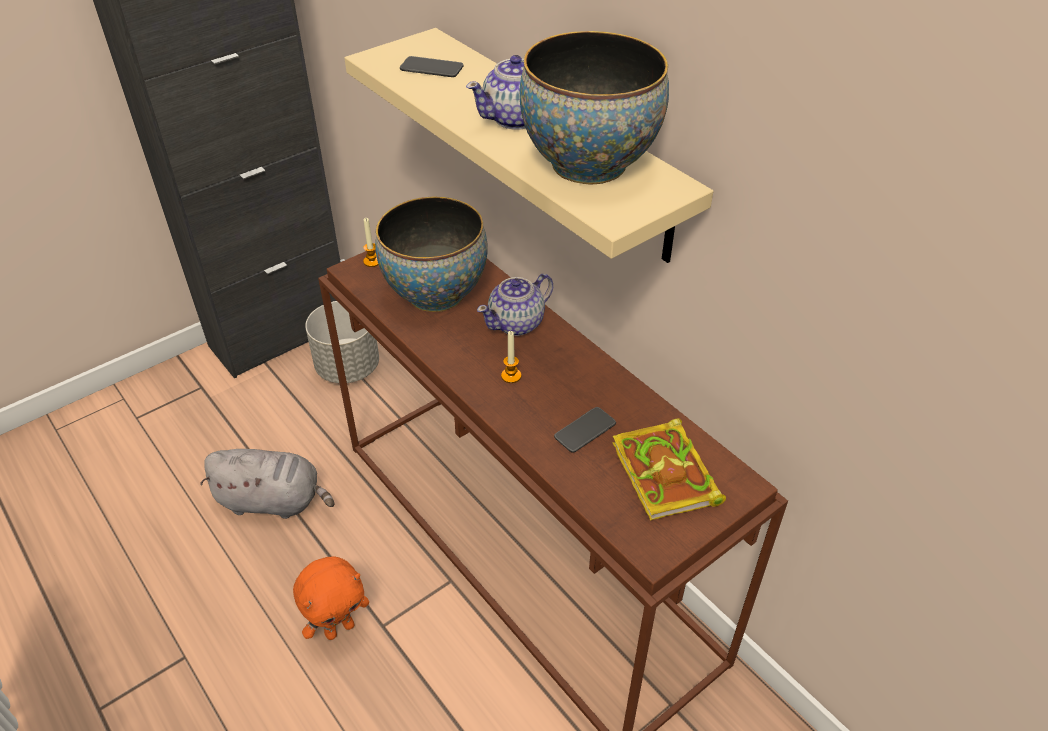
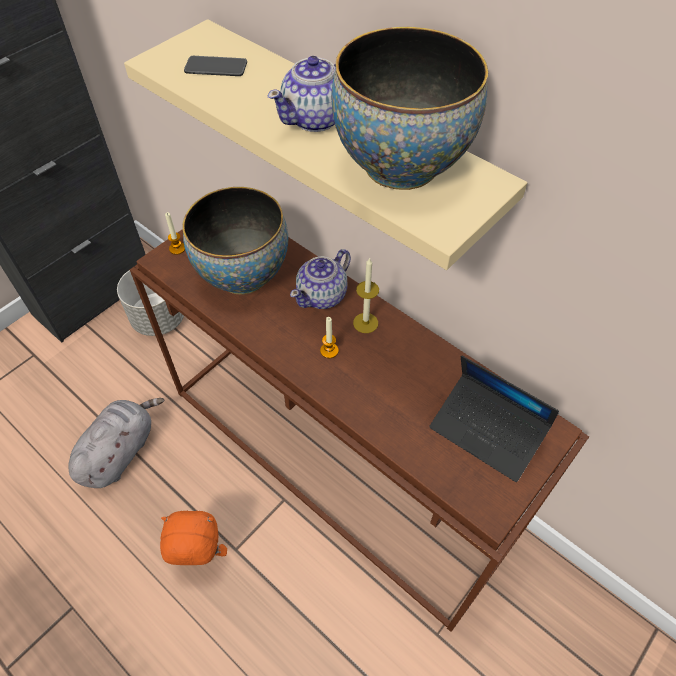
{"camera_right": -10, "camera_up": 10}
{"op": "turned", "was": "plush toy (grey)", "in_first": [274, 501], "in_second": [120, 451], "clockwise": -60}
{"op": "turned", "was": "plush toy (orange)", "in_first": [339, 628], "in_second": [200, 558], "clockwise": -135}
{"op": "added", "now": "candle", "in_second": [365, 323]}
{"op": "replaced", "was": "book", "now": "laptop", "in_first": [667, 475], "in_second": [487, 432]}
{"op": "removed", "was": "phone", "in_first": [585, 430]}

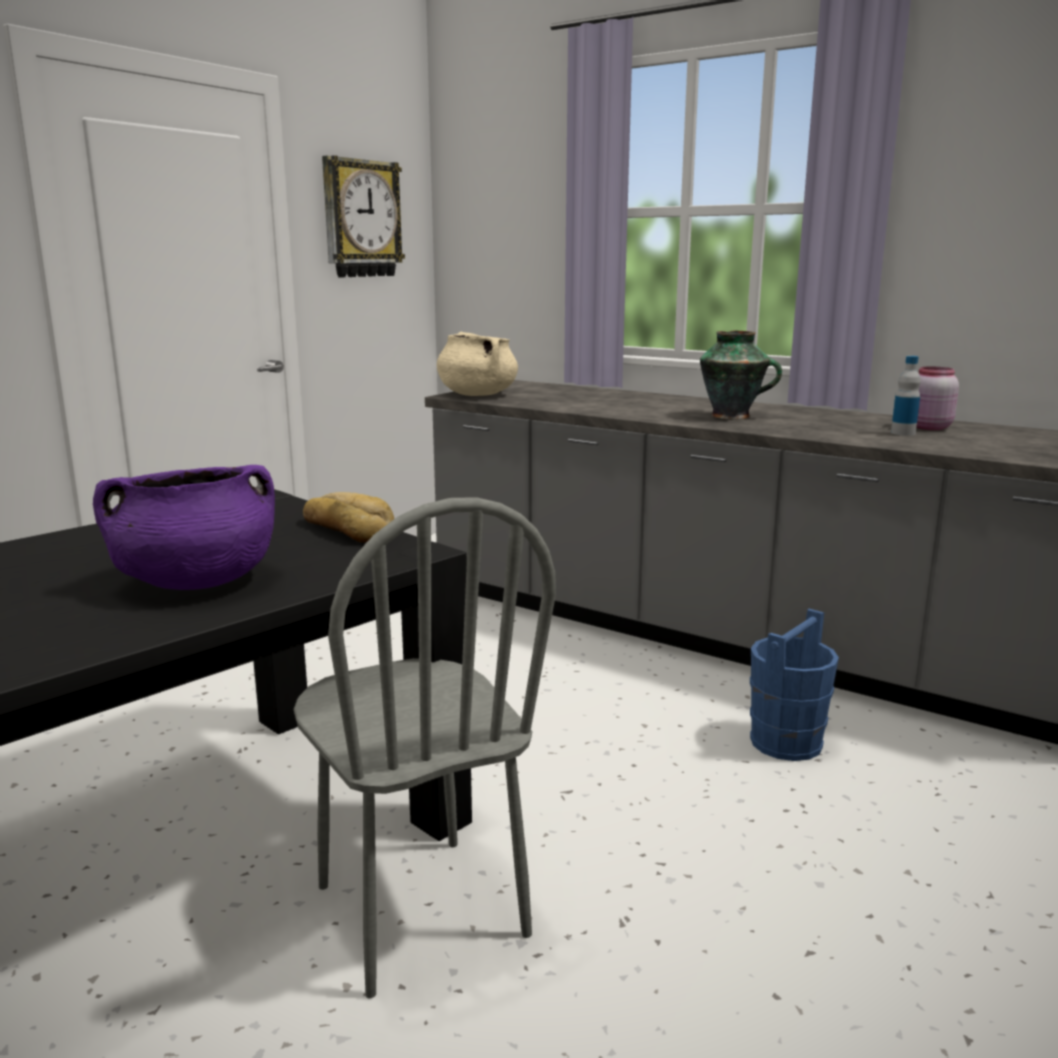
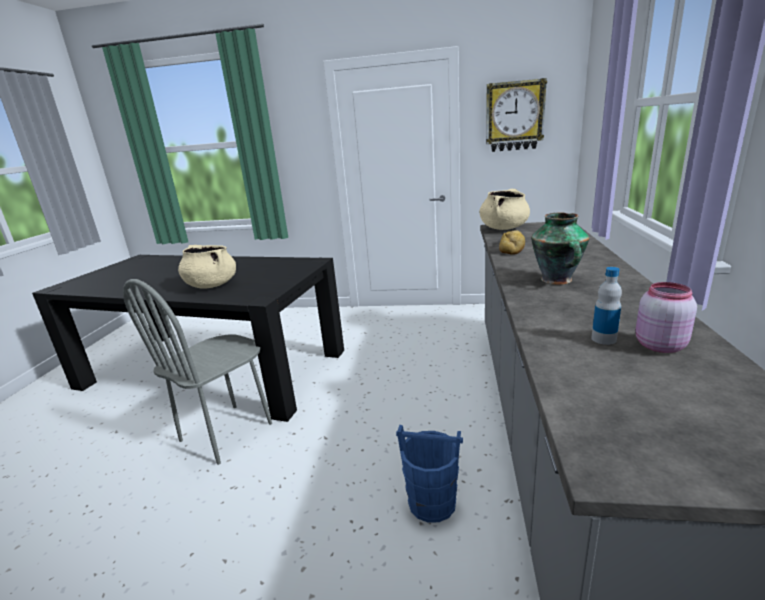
{"camera_right": 65, "camera_up": 5}
{"op": "recoloured", "was": "cooking pot (purple)", "now": "cooking pot (beige)", "in_first": [197, 582], "in_second": [211, 285]}
{"op": "moved", "was": "bread", "in_first": [350, 529], "in_second": [513, 247]}

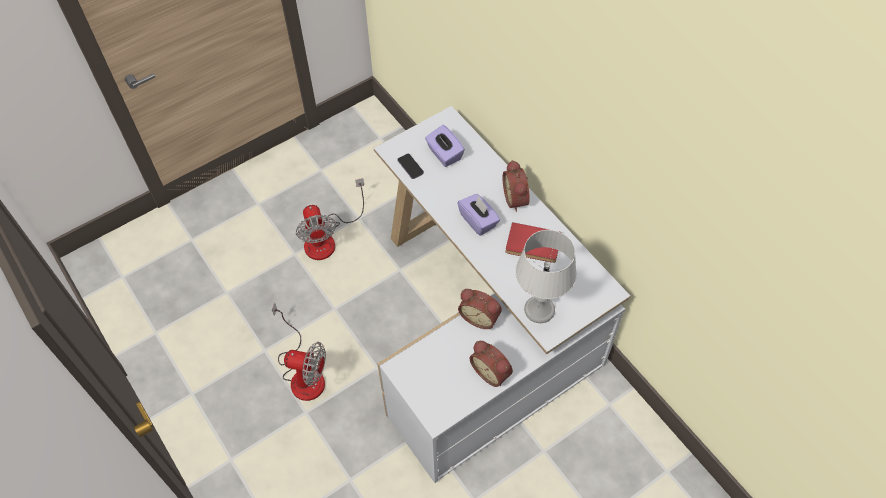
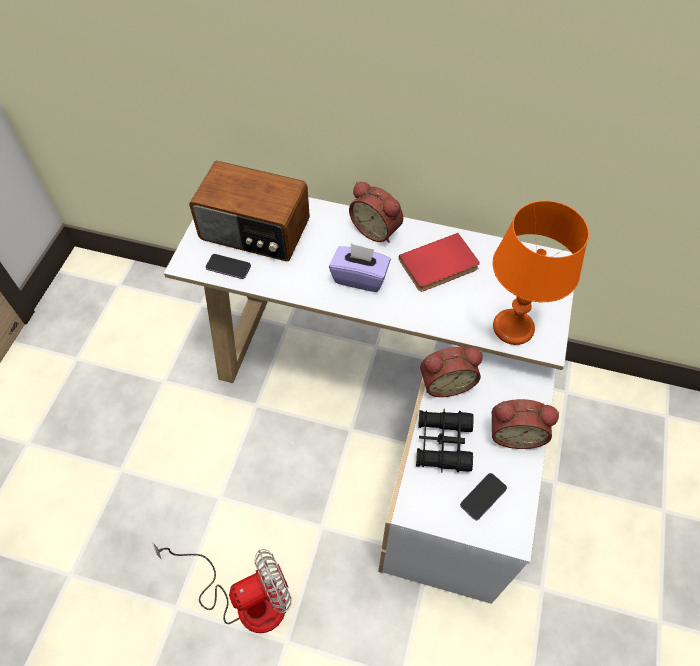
{"camera_right": -40, "camera_up": 0}
{"op": "replaced", "was": "tissue box (purple)", "now": "radio", "in_first": [444, 154], "in_second": [255, 231]}
{"op": "added", "now": "binoculars (black)", "in_second": [443, 444]}
{"op": "added", "now": "phone", "in_second": [483, 497]}
{"op": "recoloured", "was": "table lamp (grey)", "now": "table lamp (orange)", "in_first": [539, 310], "in_second": [513, 327]}
{"op": "removed", "was": "fan", "in_first": [327, 238]}

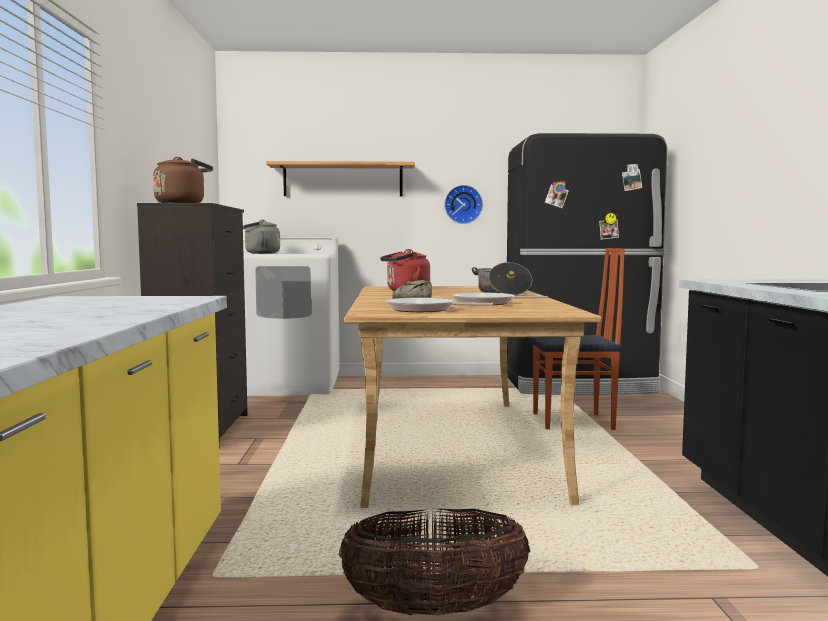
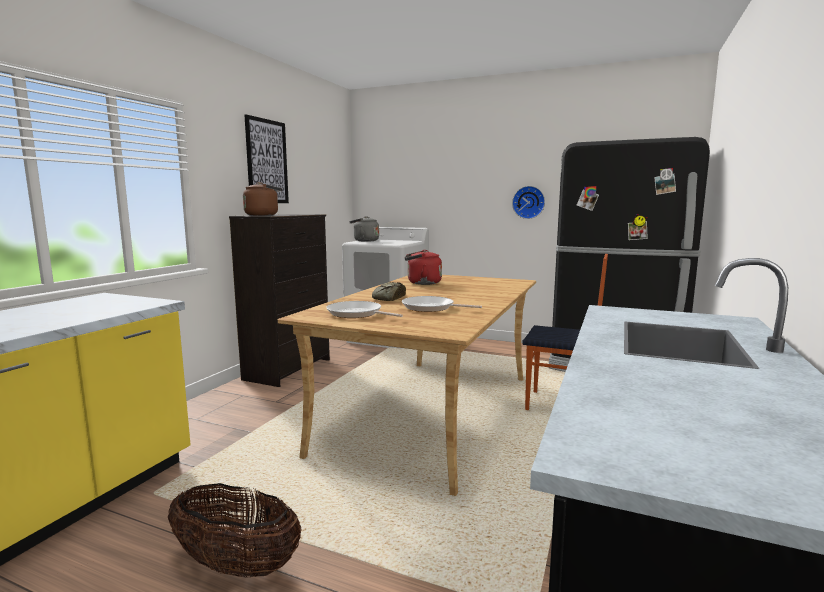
{"camera_right": 25, "camera_up": 5}
{"op": "added", "now": "picture", "in_second": [267, 161]}
{"op": "removed", "was": "shelf", "in_first": [343, 180]}
{"op": "removed", "was": "cooking pot", "in_first": [502, 292]}

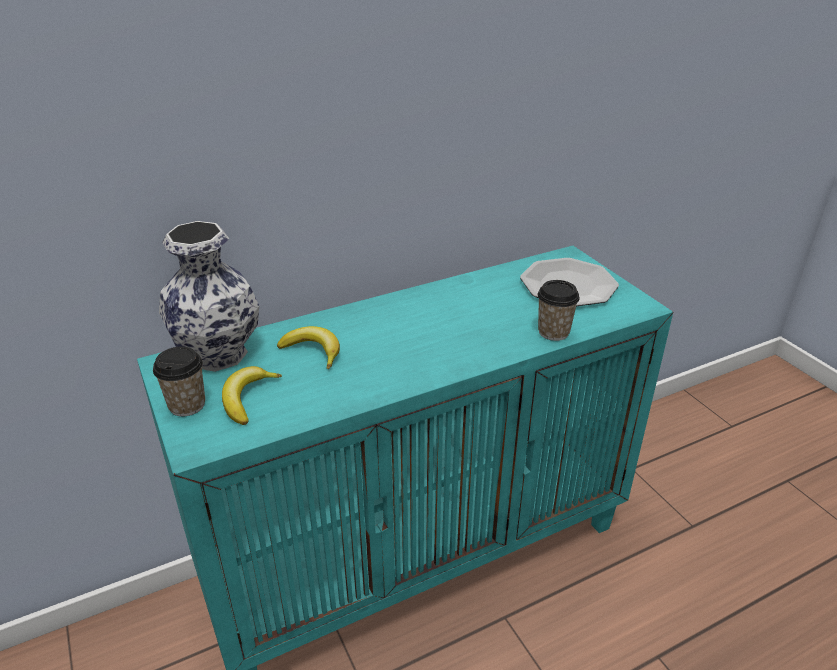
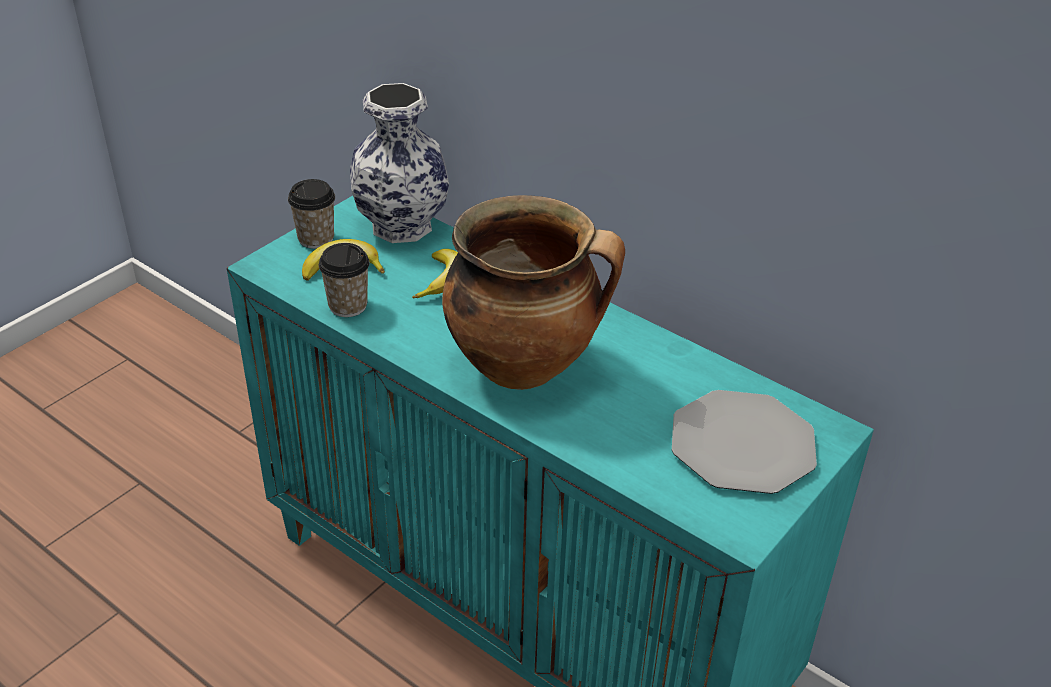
{"camera_right": 65, "camera_up": 5}
{"op": "moved", "was": "cup", "in_first": [553, 332], "in_second": [348, 306]}
{"op": "added", "now": "cooking pot", "in_second": [526, 365]}

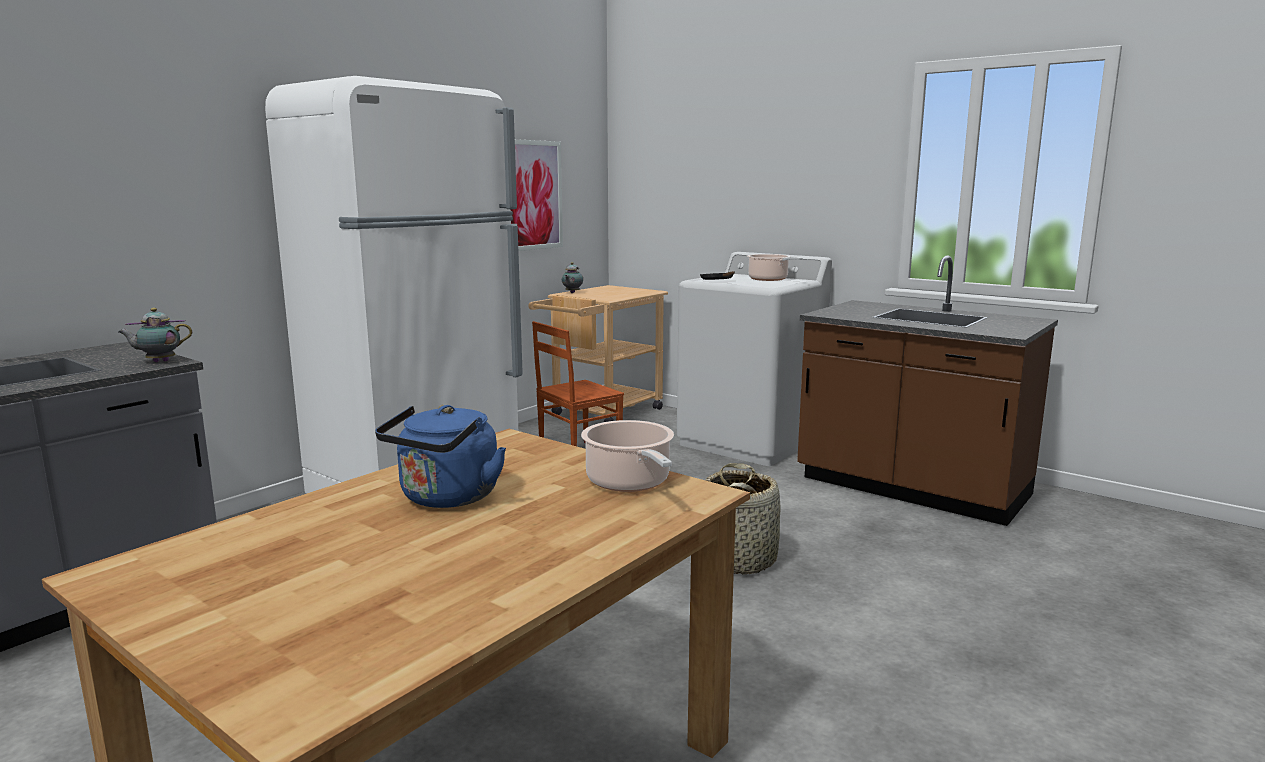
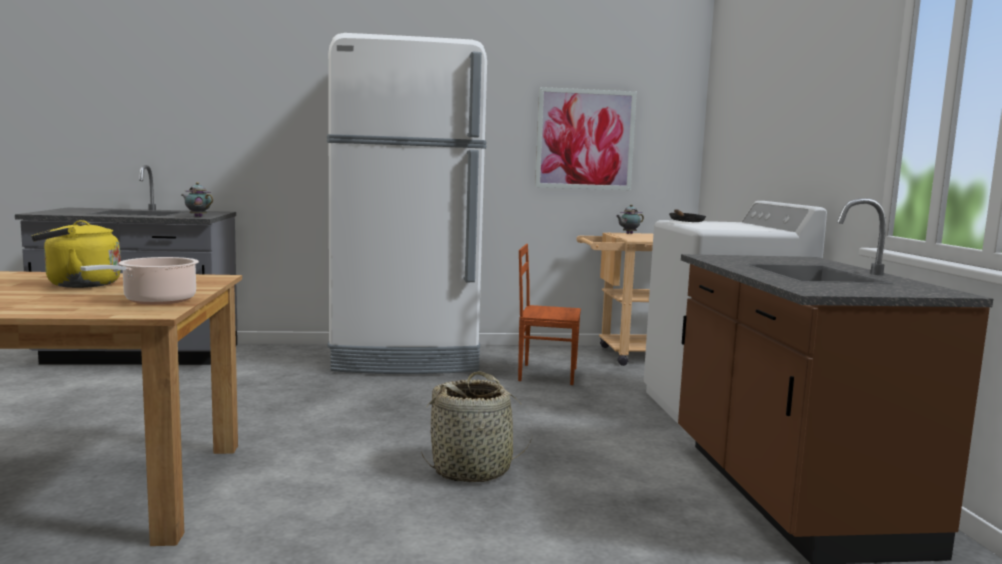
{"camera_right": 45, "camera_up": -5}
{"op": "recoloured", "was": "kettle (blue)", "now": "kettle (yellow)", "in_first": [446, 498], "in_second": [78, 285]}
{"op": "removed", "was": "cooking pot", "in_first": [769, 279]}

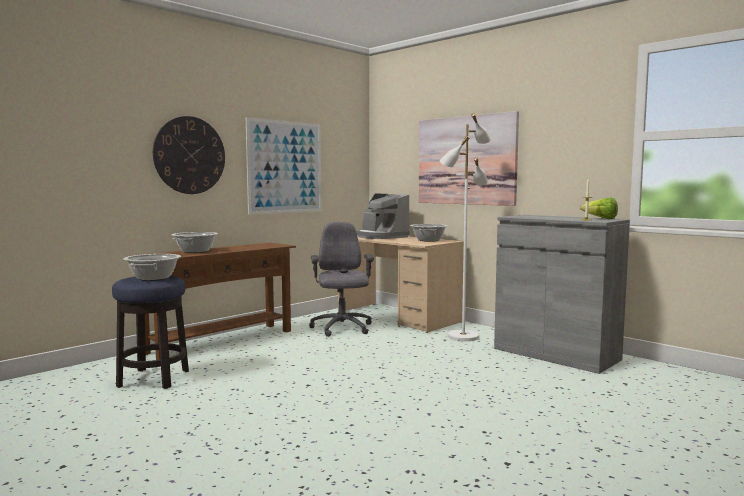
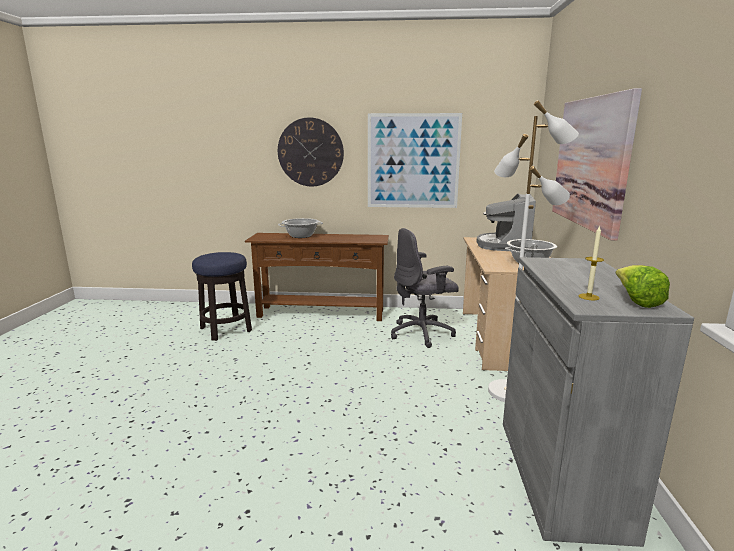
{"camera_right": 50, "camera_up": 10}
{"op": "turned", "was": "office chair (grey)", "in_first": [342, 328], "in_second": [422, 333], "clockwise": -150}
{"op": "removed", "was": "cooking pot", "in_first": [153, 278]}

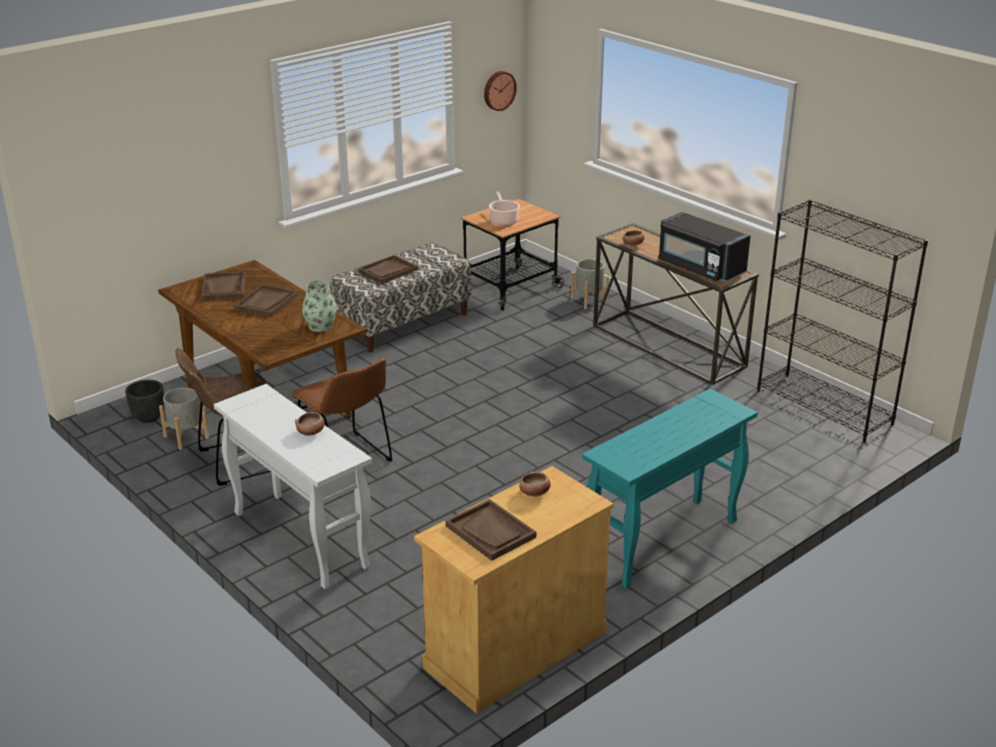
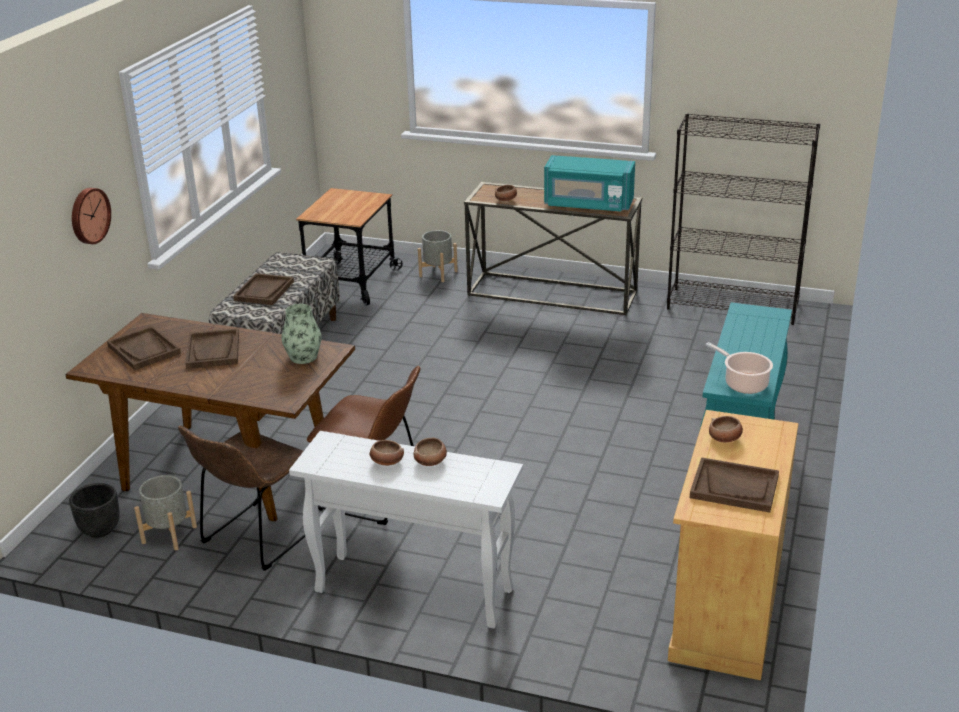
{"camera_right": -30, "camera_up": 0}
{"op": "moved", "was": "wall clock", "in_first": [498, 90], "in_second": [88, 215]}
{"op": "added", "now": "bowl", "in_second": [386, 462]}
{"op": "recoloured", "was": "microwave (black)", "now": "microwave (turquoise)", "in_first": [700, 267], "in_second": [588, 204]}
{"op": "moved", "was": "cooking pot", "in_first": [503, 220], "in_second": [743, 383]}

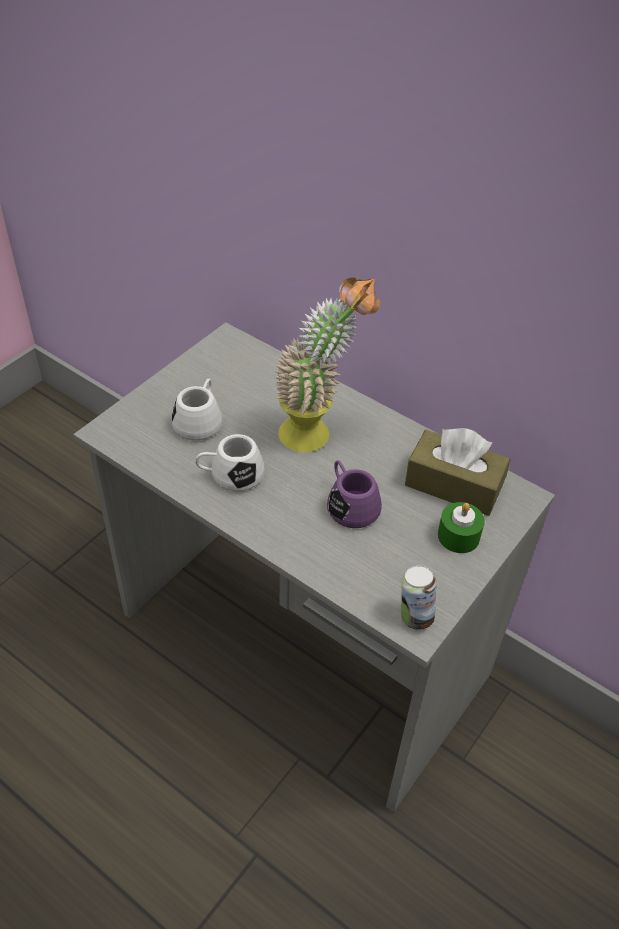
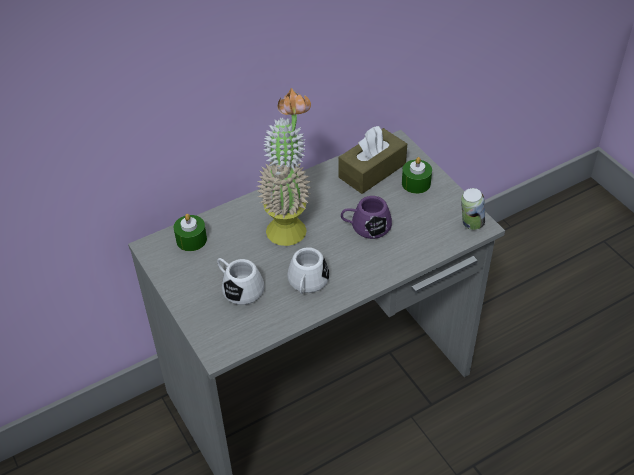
{"camera_right": -65, "camera_up": 0}
{"op": "added", "now": "candle (green)", "in_second": [191, 240]}

